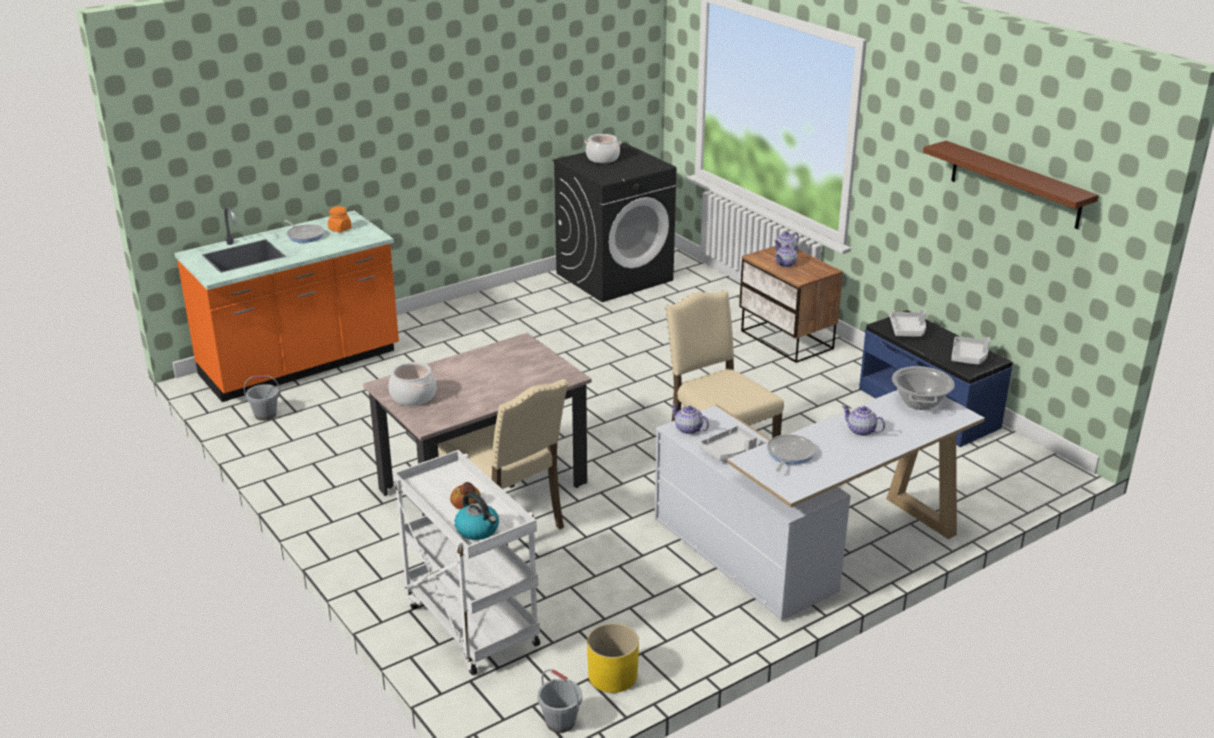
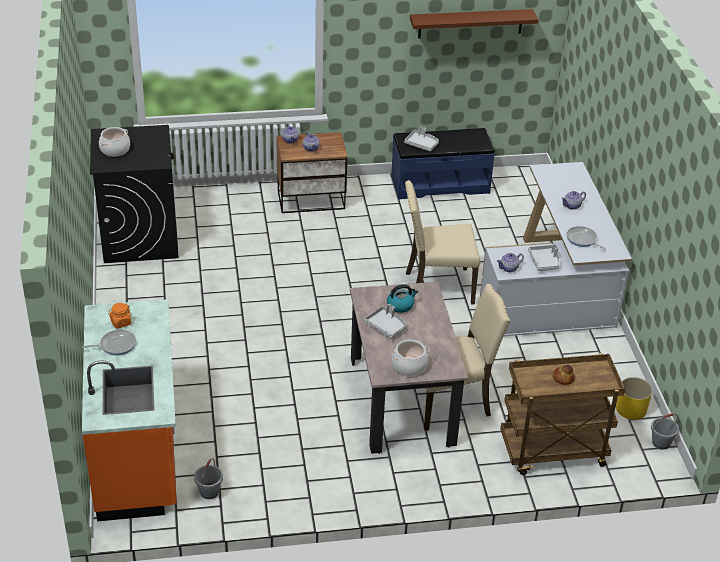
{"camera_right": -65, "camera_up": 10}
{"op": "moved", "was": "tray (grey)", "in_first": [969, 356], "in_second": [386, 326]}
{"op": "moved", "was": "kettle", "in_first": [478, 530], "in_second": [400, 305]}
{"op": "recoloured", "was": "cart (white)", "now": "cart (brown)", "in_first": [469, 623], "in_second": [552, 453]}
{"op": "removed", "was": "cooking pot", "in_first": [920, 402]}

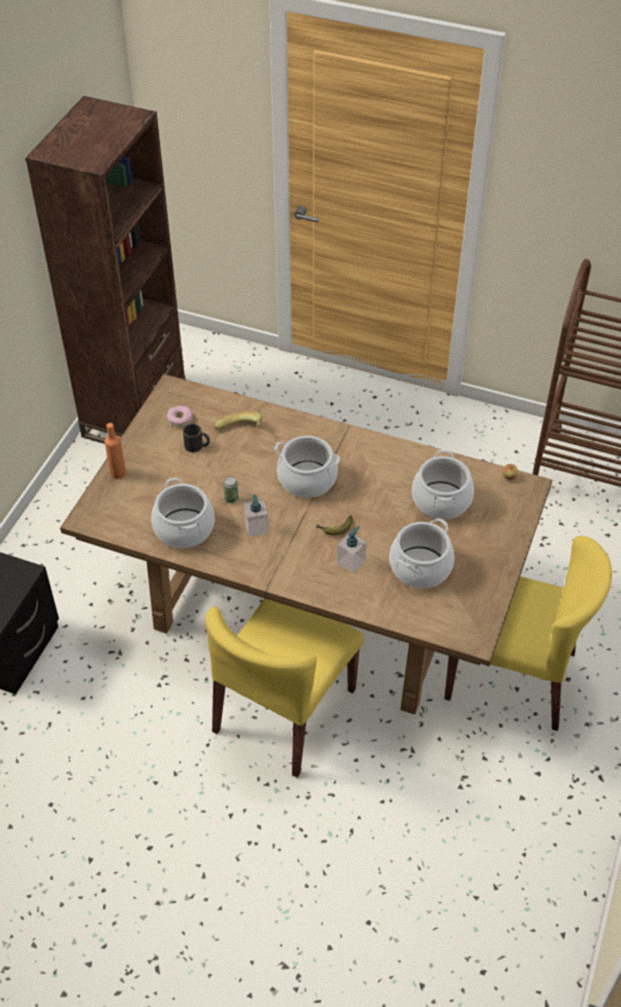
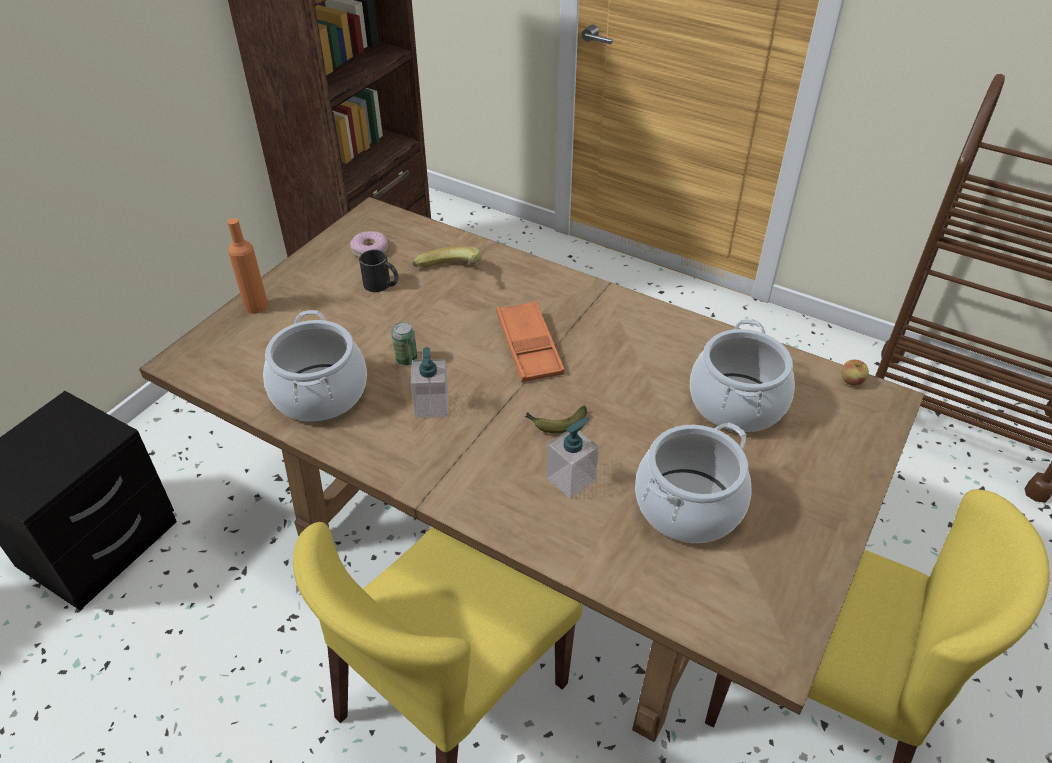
{"camera_right": 10, "camera_up": -5}
{"op": "replaced", "was": "cooking pot", "now": "tray (orange)", "in_first": [307, 479], "in_second": [529, 347]}

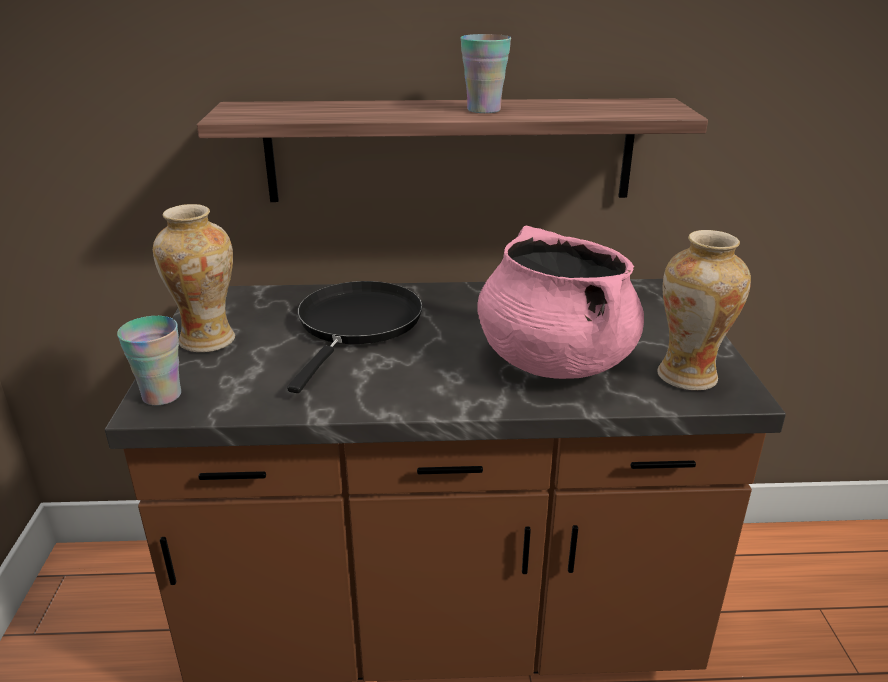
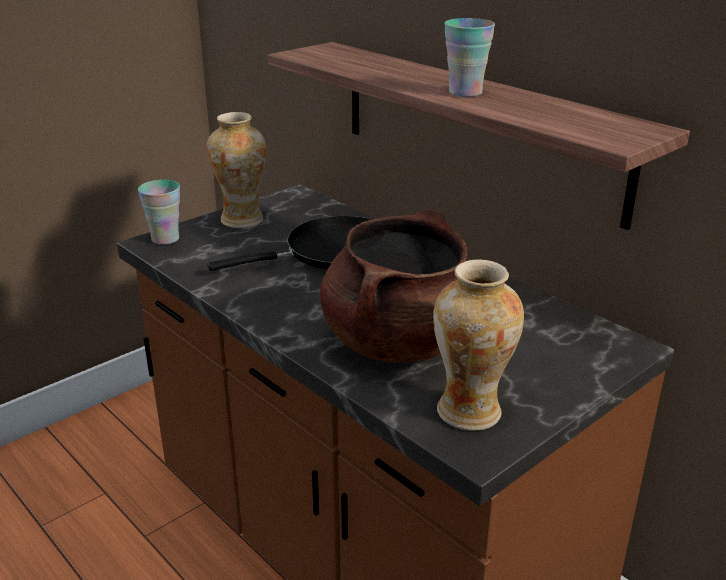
{"camera_right": 50, "camera_up": 0}
{"op": "recoloured", "was": "cooking pot (pink)", "now": "cooking pot (brown)", "in_first": [554, 360], "in_second": [399, 342]}

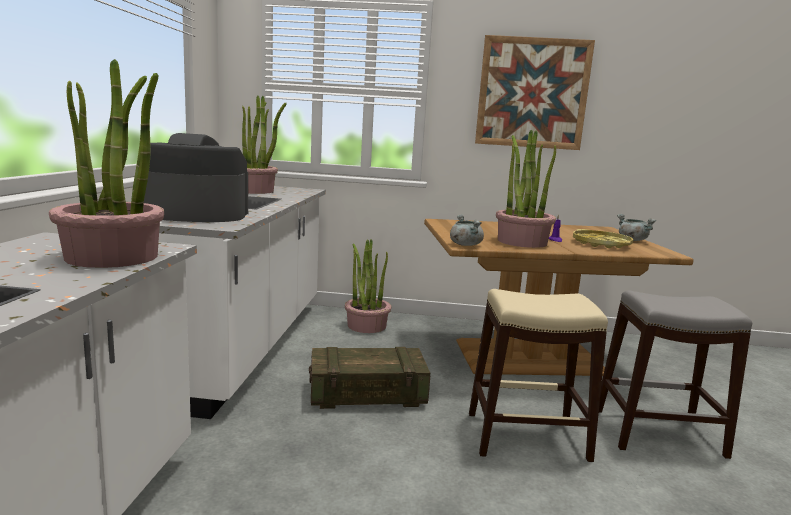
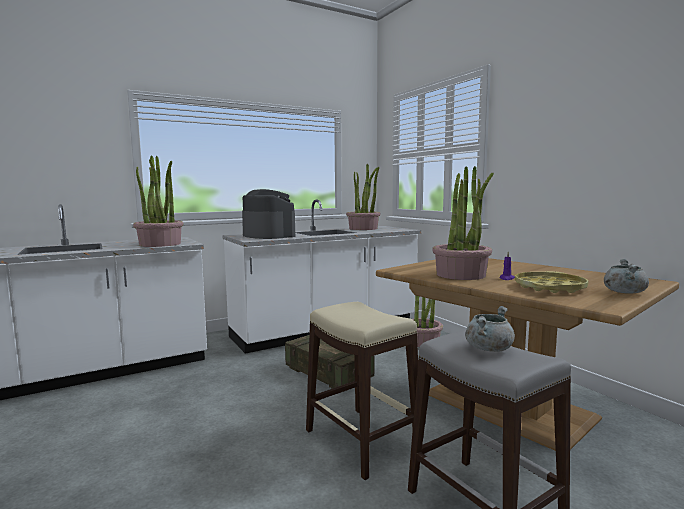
{"camera_right": 55, "camera_up": -5}
{"op": "moved", "was": "cooking pot (grey)", "in_first": [465, 244], "in_second": [488, 348]}
{"op": "removed", "was": "picture", "in_first": [532, 93]}

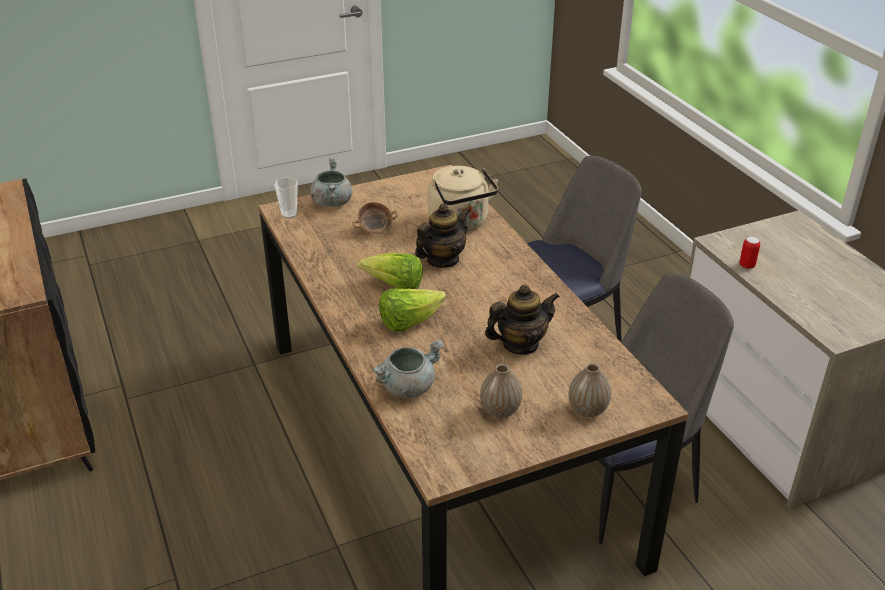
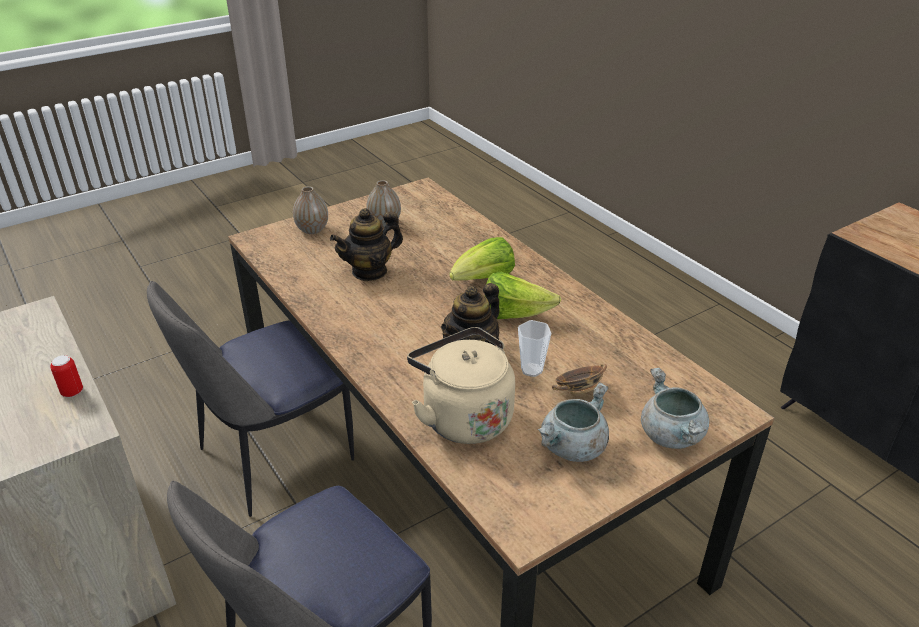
{"camera_right": 170, "camera_up": 0}
{"op": "moved", "was": "cup", "in_first": [289, 214], "in_second": [531, 370]}
{"op": "moved", "was": "cooking pot (grey)", "in_first": [407, 387], "in_second": [573, 448]}

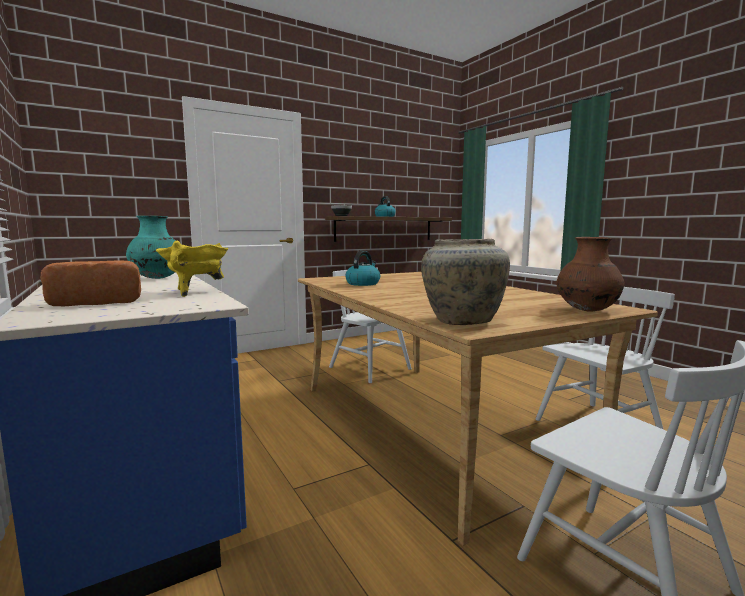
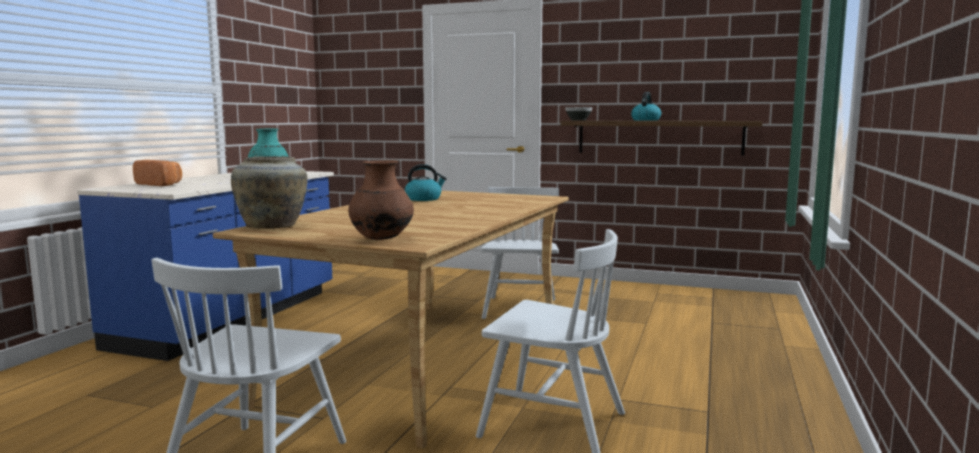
{"camera_right": 50, "camera_up": 0}
{"op": "removed", "was": "cooking pot (yellow)", "in_first": [195, 292]}

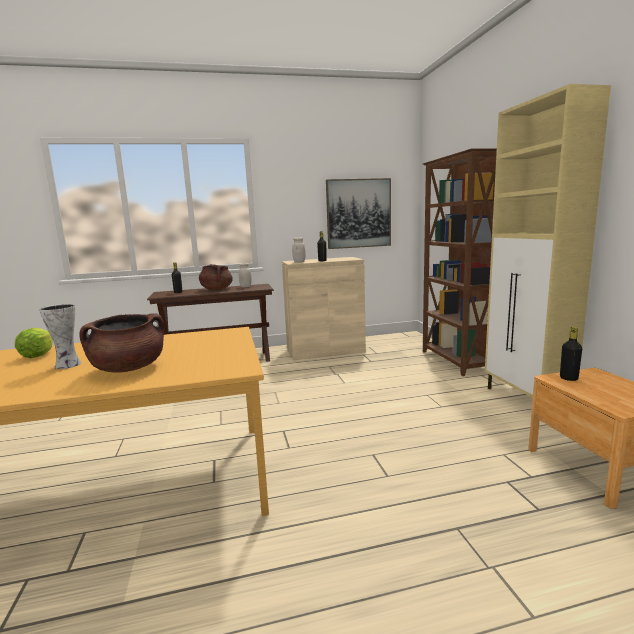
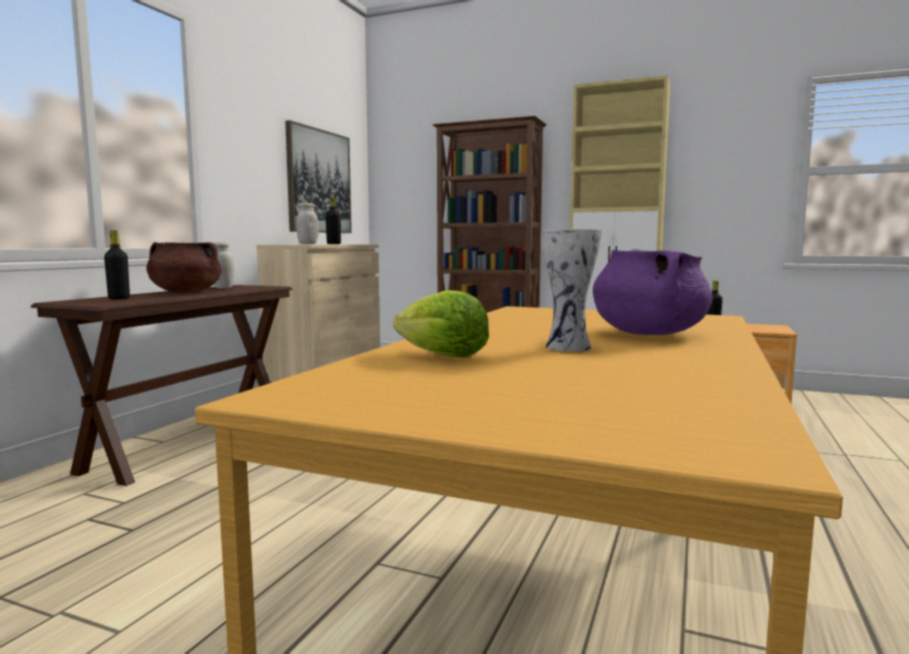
{"camera_right": -55, "camera_up": -5}
{"op": "recoloured", "was": "cooking pot (brown)", "now": "cooking pot (purple)", "in_first": [129, 368], "in_second": [648, 333]}

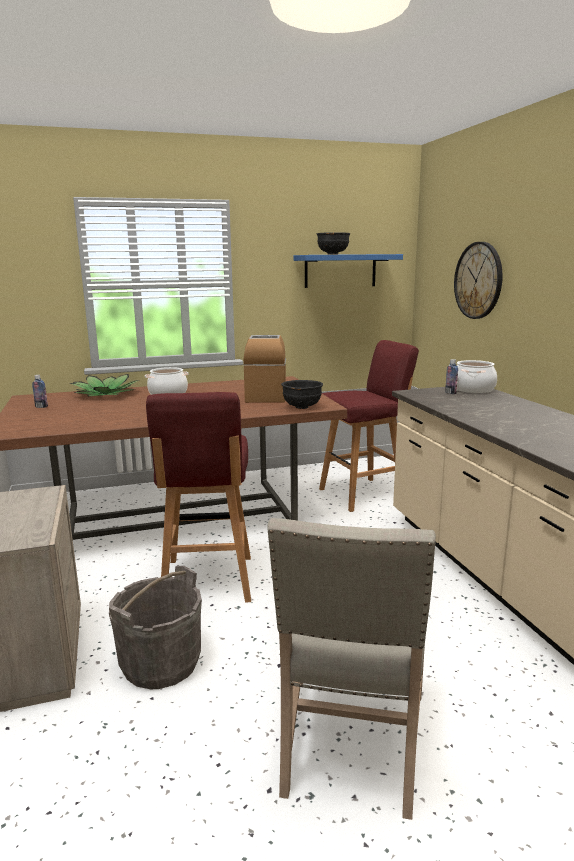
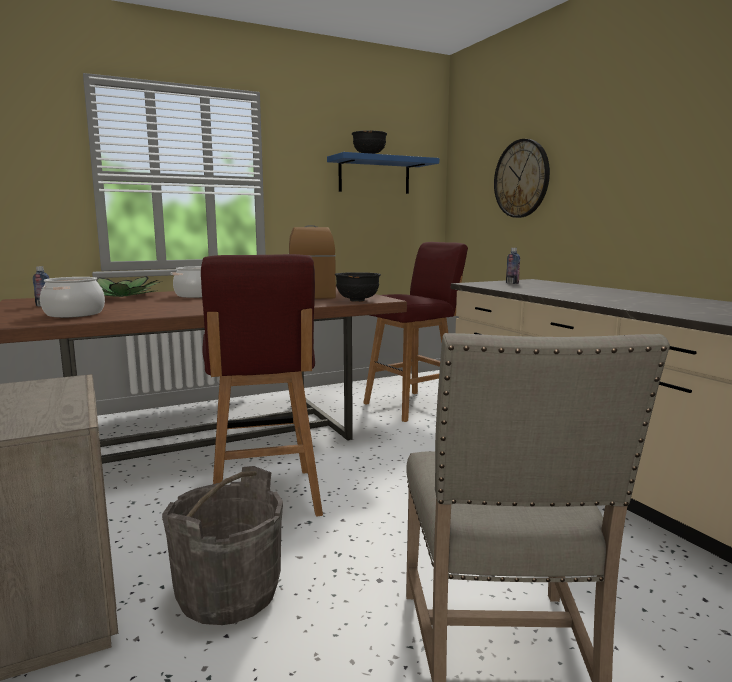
{"camera_right": -10, "camera_up": -5}
{"op": "moved", "was": "cooking pot", "in_first": [473, 389], "in_second": [74, 314]}

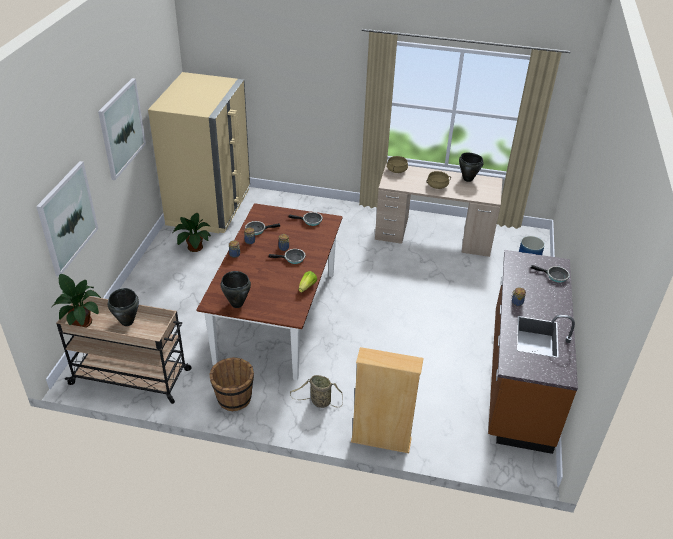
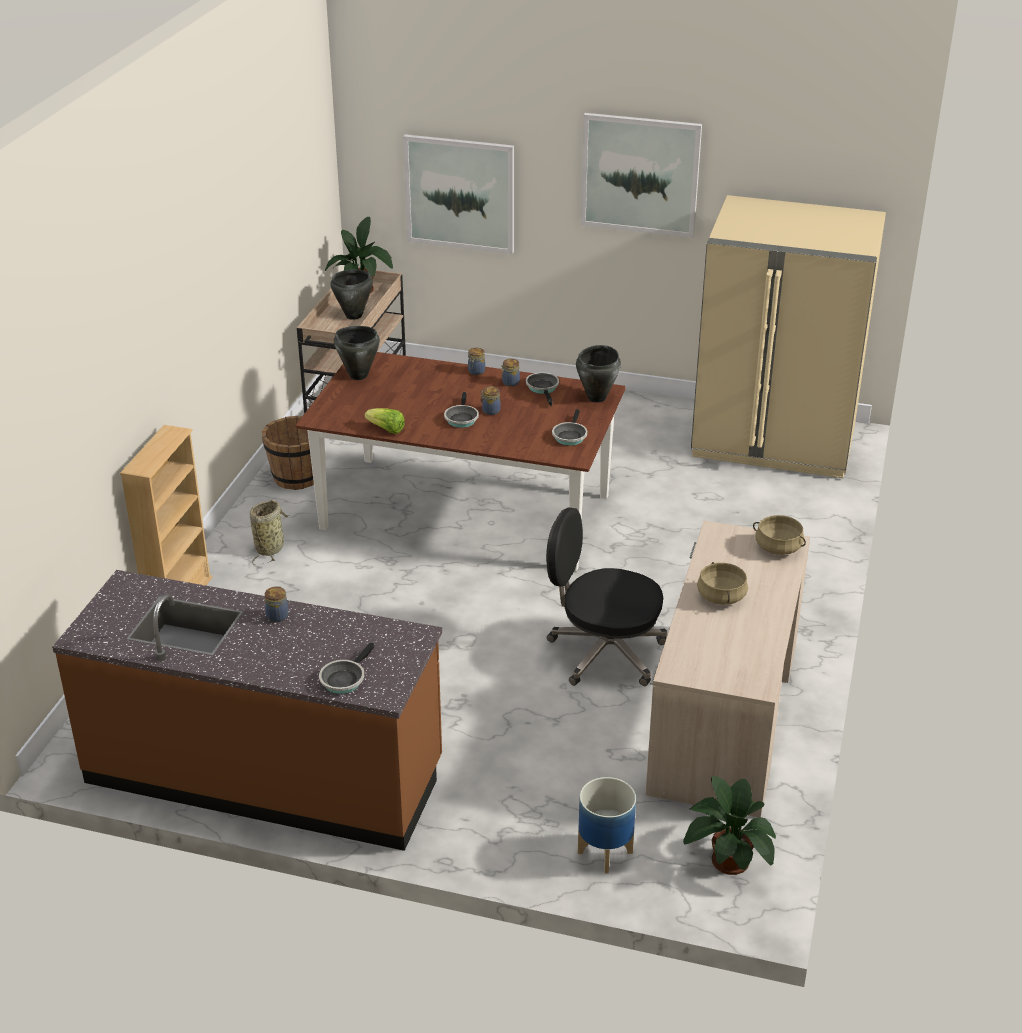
{"camera_right": 95, "camera_up": -5}
{"op": "added", "now": "office chair (black)", "in_second": [604, 652]}
{"op": "moved", "was": "cooking pot (black)", "in_first": [467, 179], "in_second": [597, 398]}
{"op": "moved", "was": "potted plant", "in_first": [194, 248], "in_second": [727, 858]}

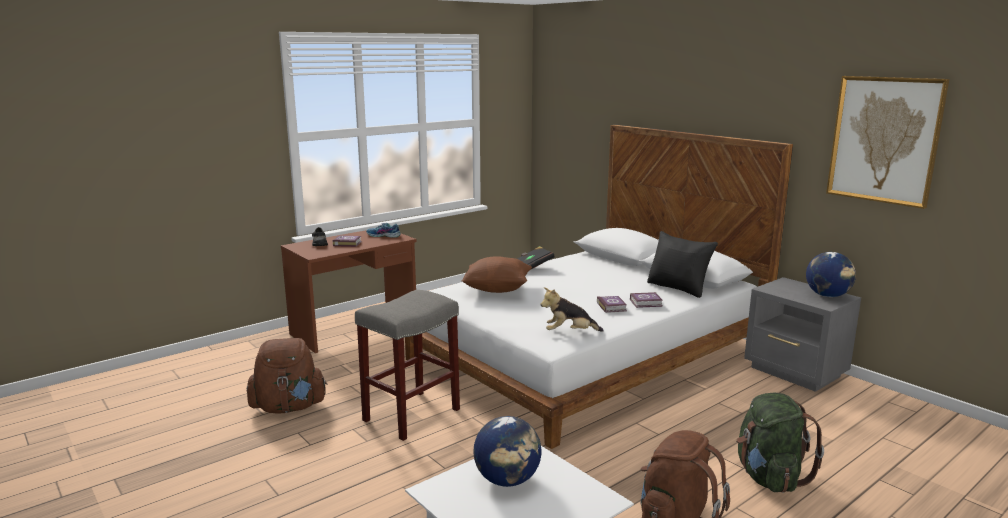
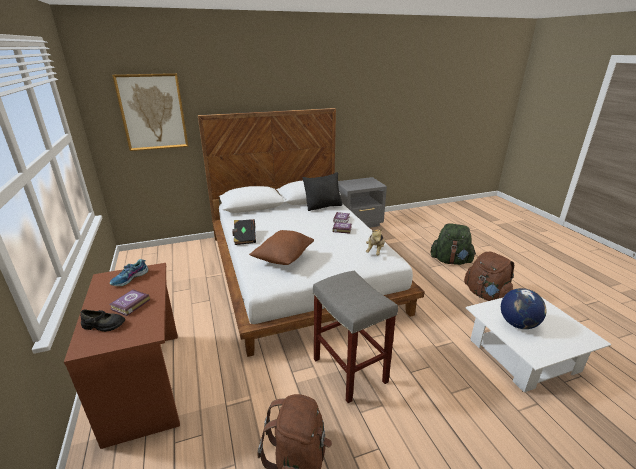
{"camera_right": -70, "camera_up": 10}
{"op": "moved", "was": "picture", "in_first": [884, 140], "in_second": [153, 112]}
{"op": "removed", "was": "globe", "in_first": [827, 295]}

